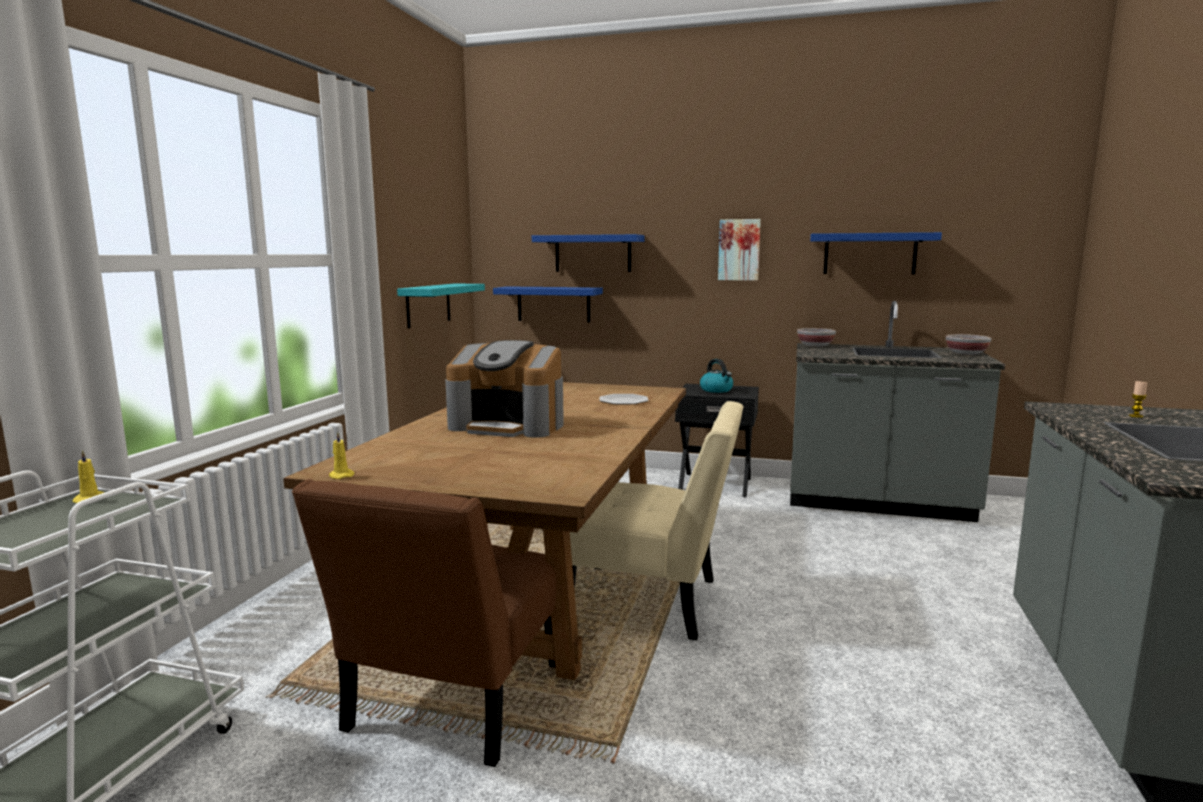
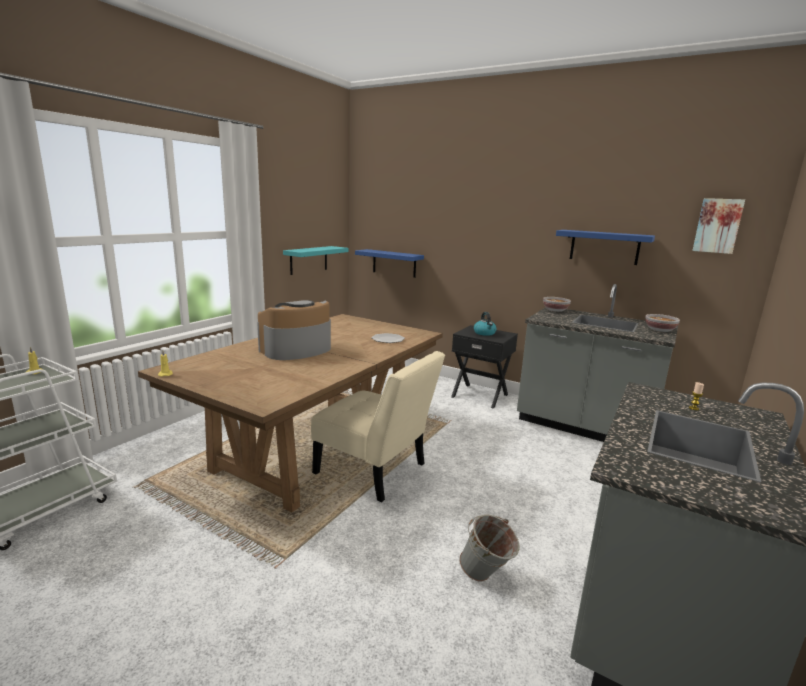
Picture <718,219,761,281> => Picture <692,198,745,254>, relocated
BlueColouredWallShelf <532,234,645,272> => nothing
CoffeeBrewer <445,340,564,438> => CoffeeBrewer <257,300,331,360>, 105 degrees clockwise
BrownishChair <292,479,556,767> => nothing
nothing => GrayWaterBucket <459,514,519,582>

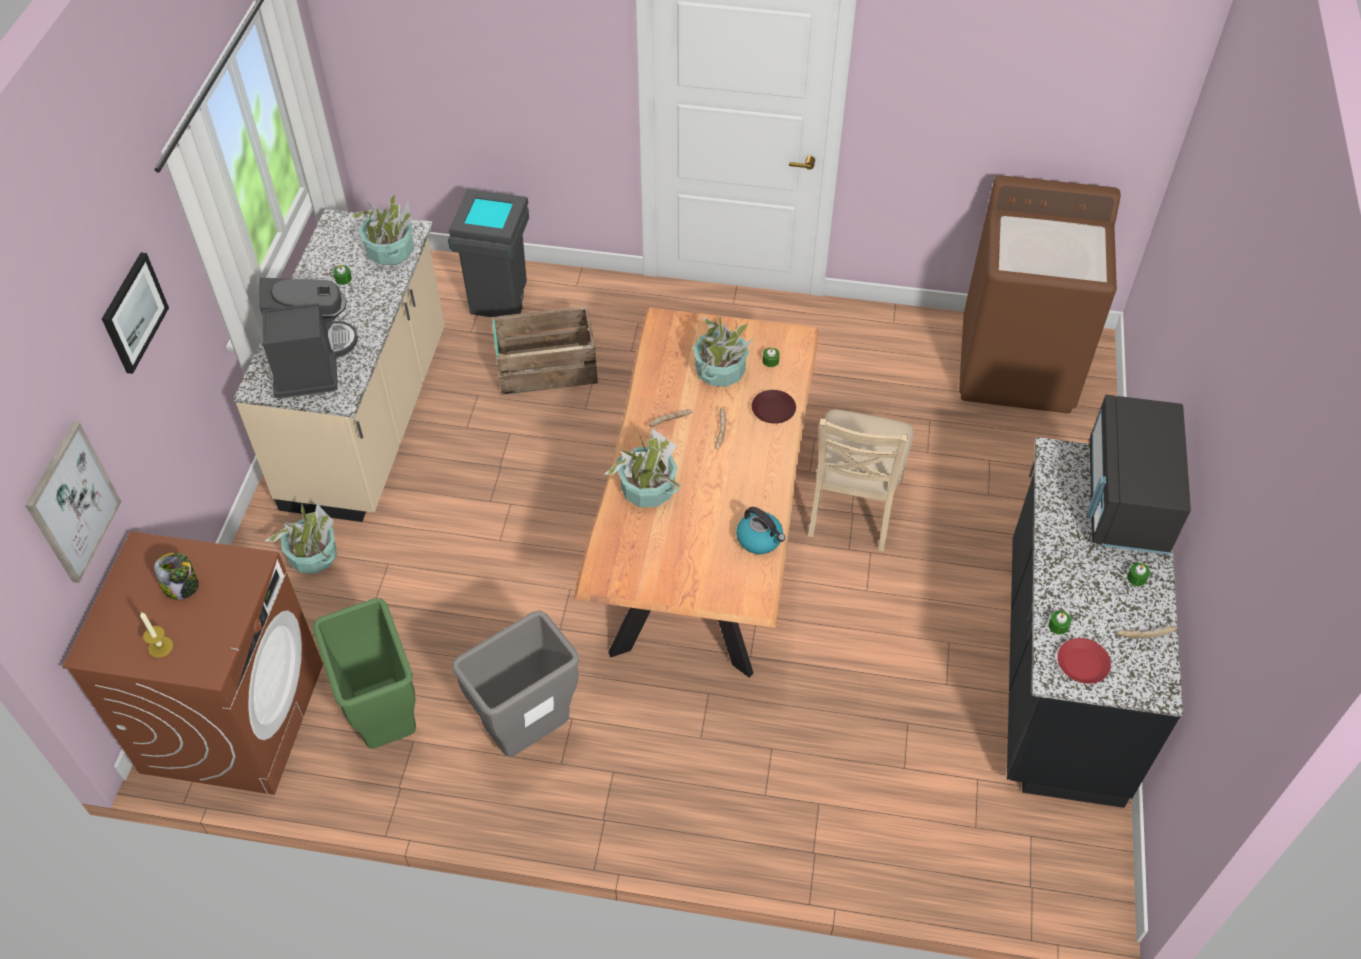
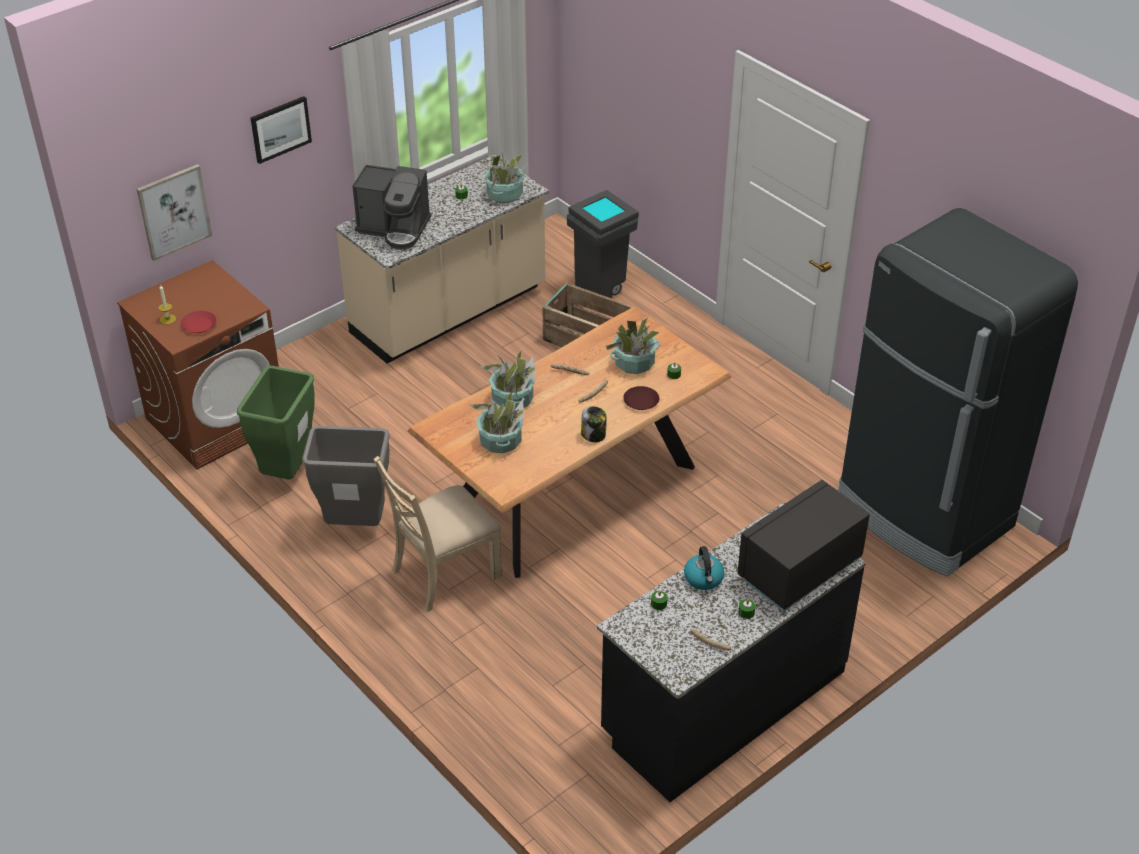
BrownishWashingMachine <959,175,1121,414> => BlackFridge <839,208,1078,576>
CoffeeBrewer <260,278,358,399> => CoffeeBrewer <352,165,431,250>, 75 degrees clockwise
BeigeChair <807,410,914,552> => BeigeChair <374,456,502,612>, relocated
Houseplant <265,504,337,574> => Houseplant <470,391,524,453>, relocated
TeaKettle <736,507,785,554> => TeaKettle <684,546,725,590>, relocated
PreserveJar <154,553,199,599> => PreserveJar <581,406,607,442>, relocated
ReddishFlatDish <1058,638,1111,684> => ReddishFlatDish <181,311,216,333>, relocated

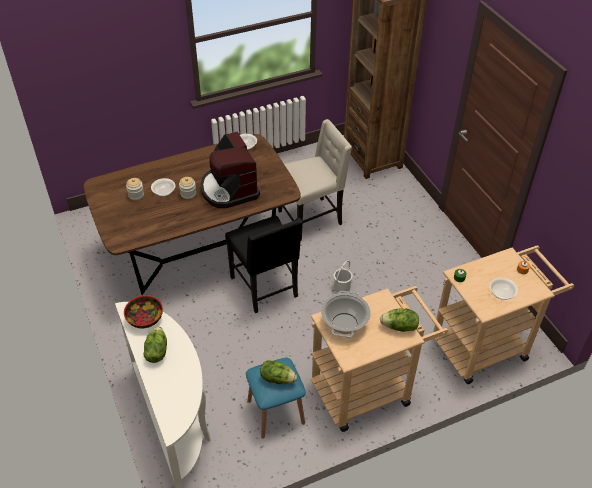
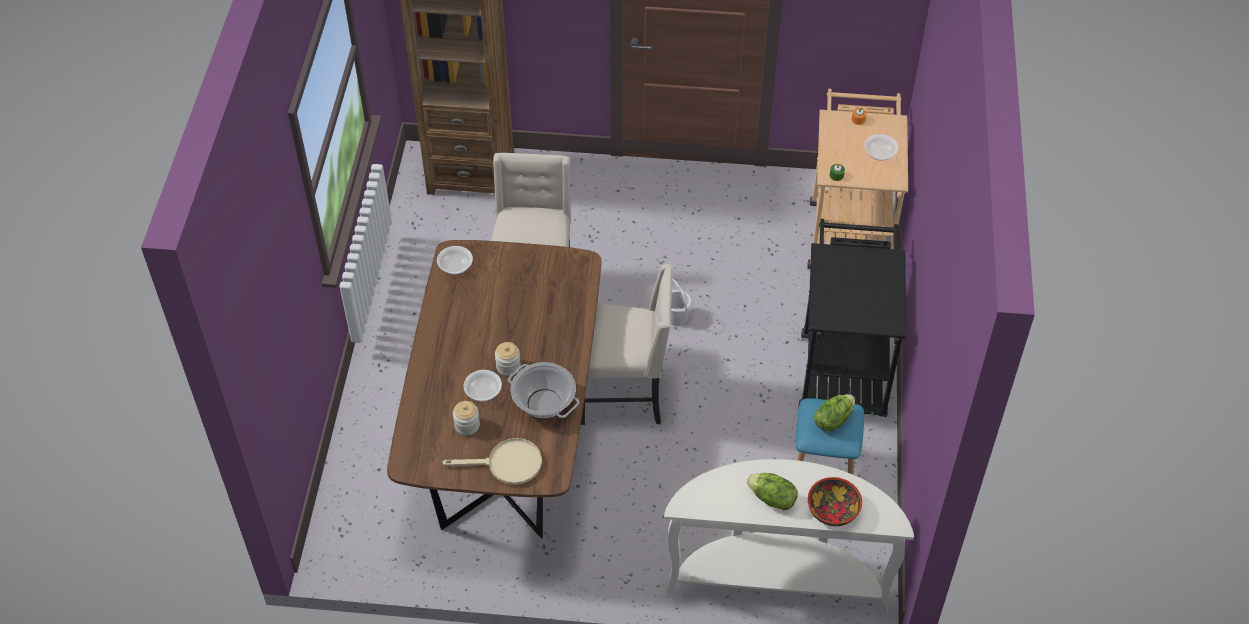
CoffeeBrewer <201,132,260,208> => nothing
BlackChair <225,216,302,313> => BeigeChair <581,264,673,425>
BeigeTrolley <310,286,448,432> => BlackTrolley <798,219,906,417>
CookingPot <321,291,371,338> => CookingPot <508,362,579,418>, relocated
ServingBowl <124,295,163,328> => ServingBowl <807,477,862,526>, relocated
Lettuce <380,309,419,332> => nothing
nothing => BeigeSkillet <442,438,542,485>

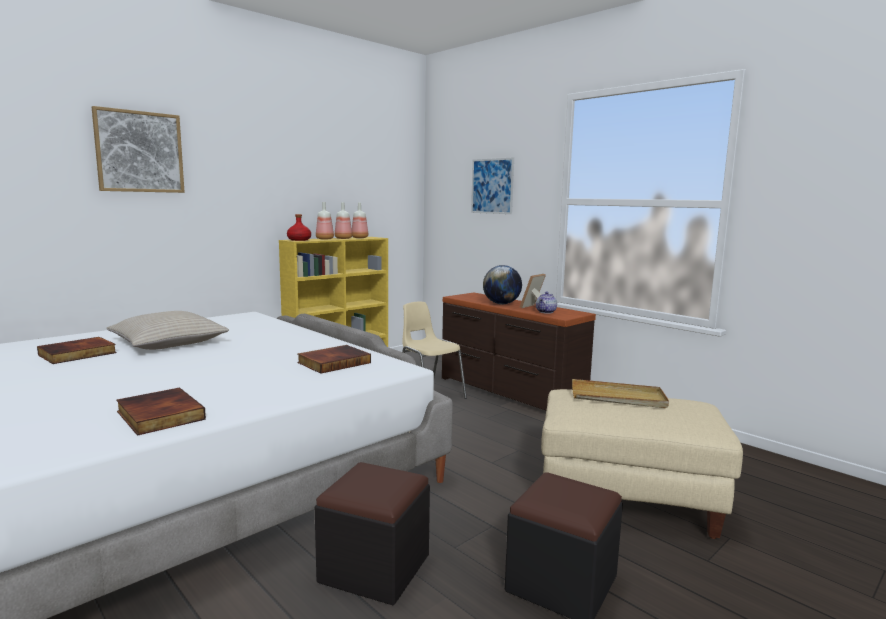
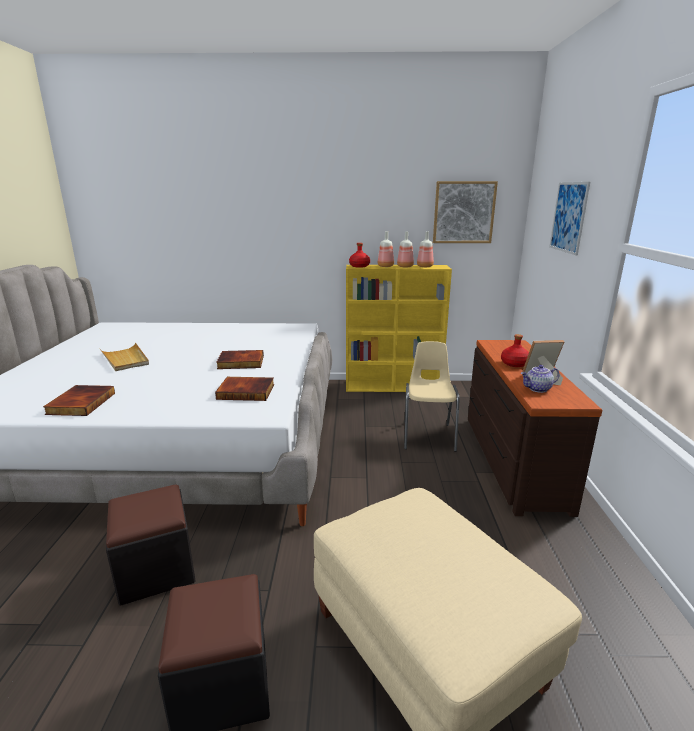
Picture <92,106,185,193> => Picture <433,181,498,243>, relocated
DeskGlobe <483,265,522,304> => ReddishBottle <501,334,529,367>
BeigeCushion <107,311,229,350> => nothing
Volume <37,337,117,364> => Volume <216,350,264,369>, relocated
BeigeTray <572,379,669,408> => BeigeTray <100,343,149,371>, relocated

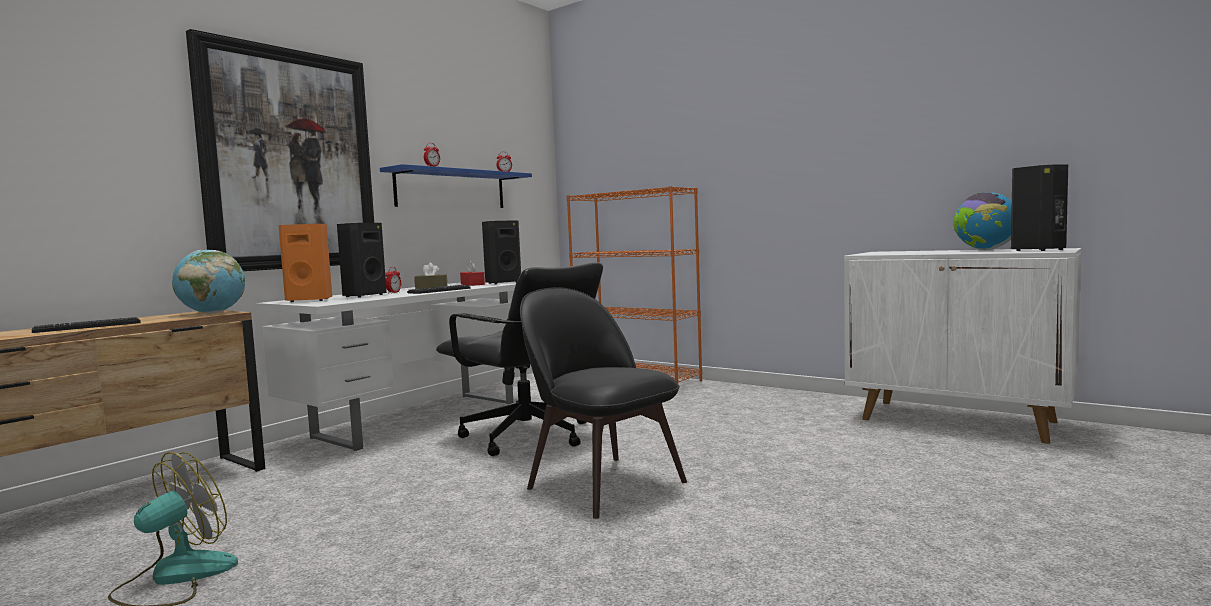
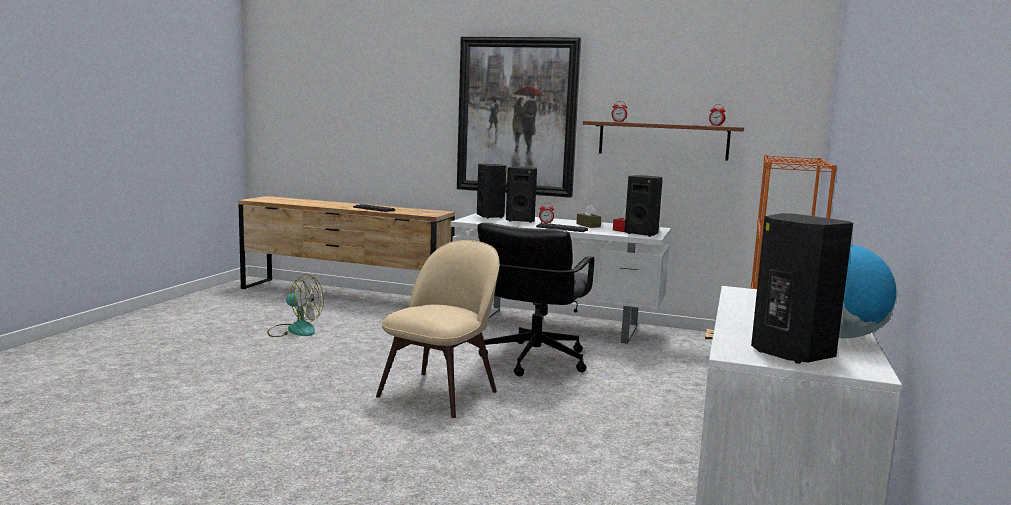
BlueColouredWallShelf <380,164,532,208> => BrownishWallShelf <583,121,744,160>
OrangeyAudioSpeaker <278,224,332,302> => BlackAudioSpeaker <477,164,506,219>
DeskGlobe <172,250,245,314> => nothing
BlackChair <520,287,687,519> => BeigeChair <376,240,499,418>

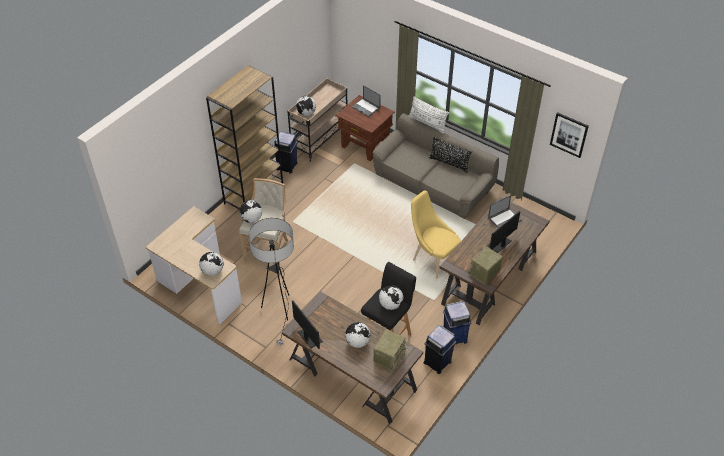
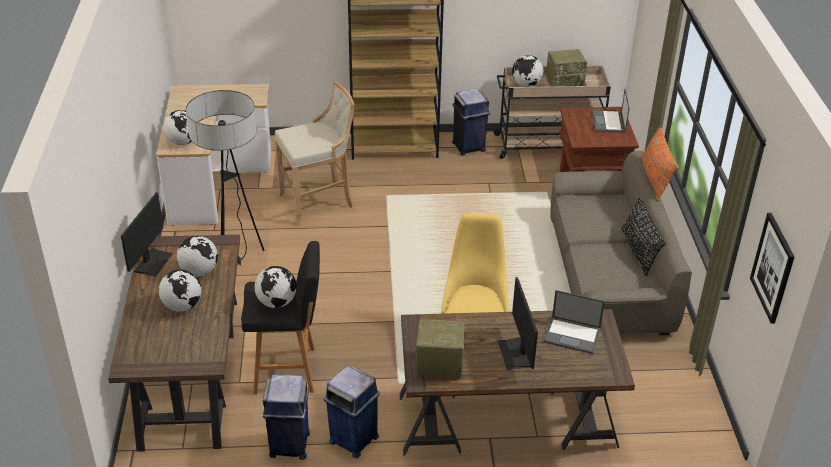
WhitishCushion <408,96,449,134> => OrangeyCushion <641,127,679,201>
DeskGlobe <240,200,262,223> => DeskGlobe <177,236,218,276>, relocated
ComputerDisplay <488,211,521,253> => ComputerDisplay <498,277,538,370>, 105 degrees counterclockwise
RadioReceiver <374,329,406,371> => RadioReceiver <546,49,587,87>, relocated

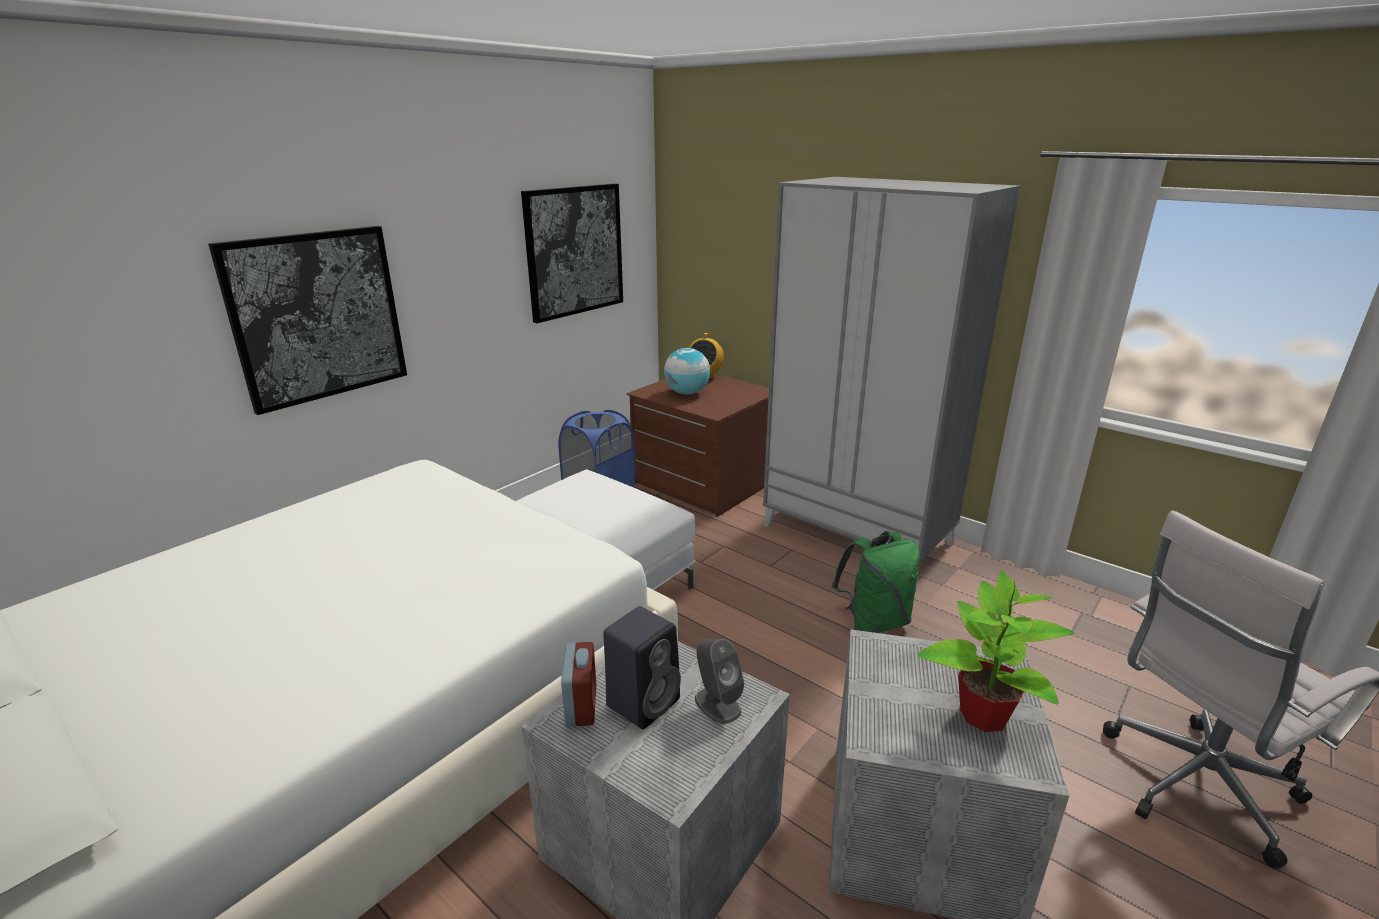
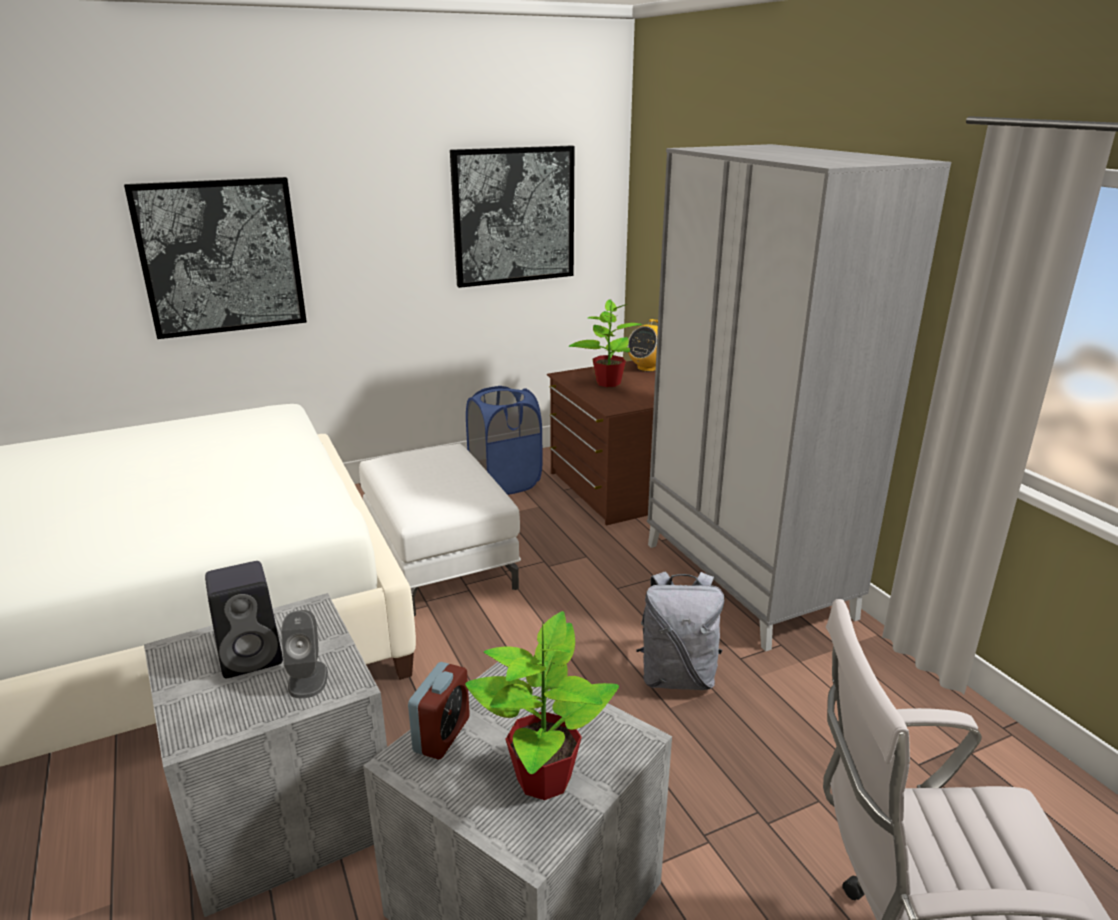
DeskGlobe <664,348,710,395> => Houseplant <569,299,642,387>
GreenColouredKnapsack <831,531,920,633> => GrayKnapsack <636,572,724,690>
AlarmClock <561,642,596,727> => AlarmClock <408,662,470,760>, relocated

